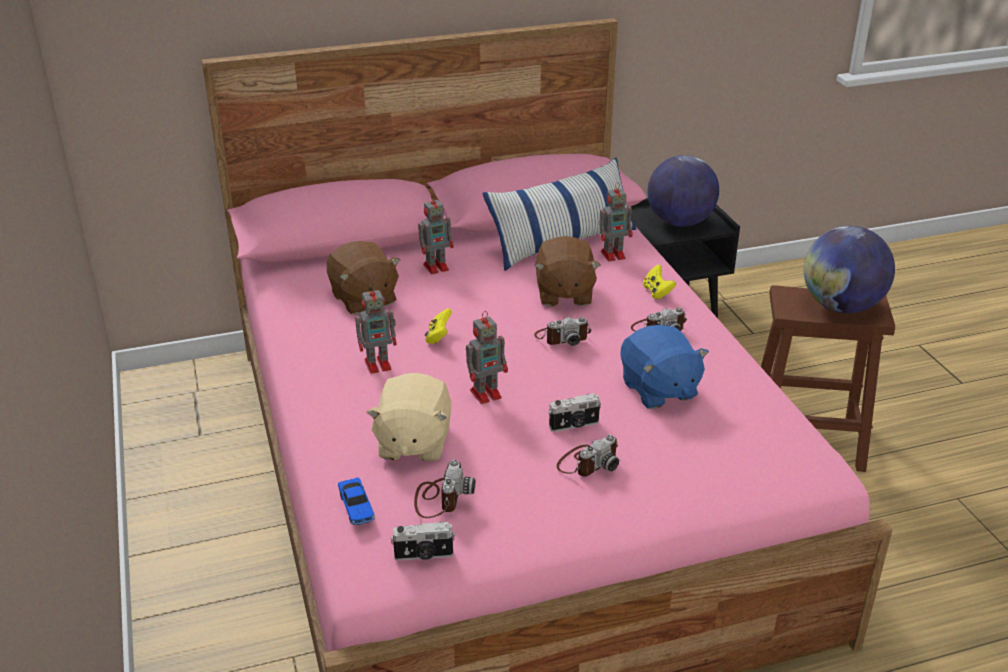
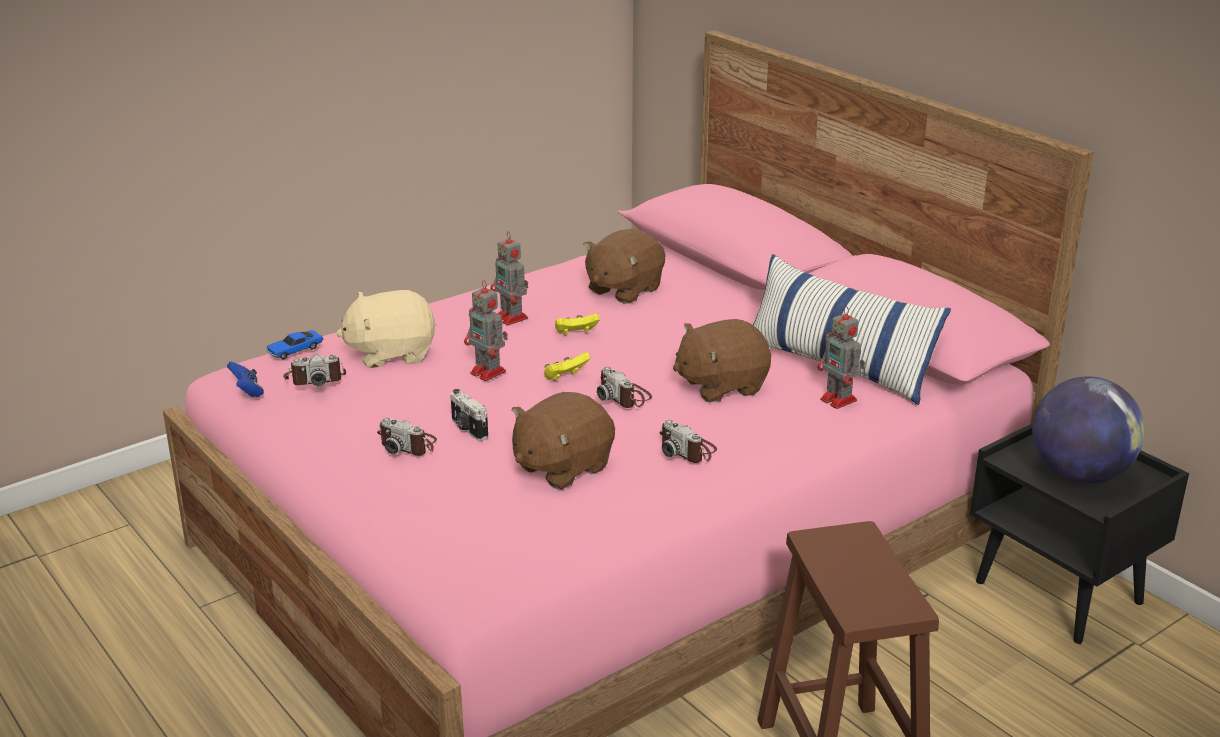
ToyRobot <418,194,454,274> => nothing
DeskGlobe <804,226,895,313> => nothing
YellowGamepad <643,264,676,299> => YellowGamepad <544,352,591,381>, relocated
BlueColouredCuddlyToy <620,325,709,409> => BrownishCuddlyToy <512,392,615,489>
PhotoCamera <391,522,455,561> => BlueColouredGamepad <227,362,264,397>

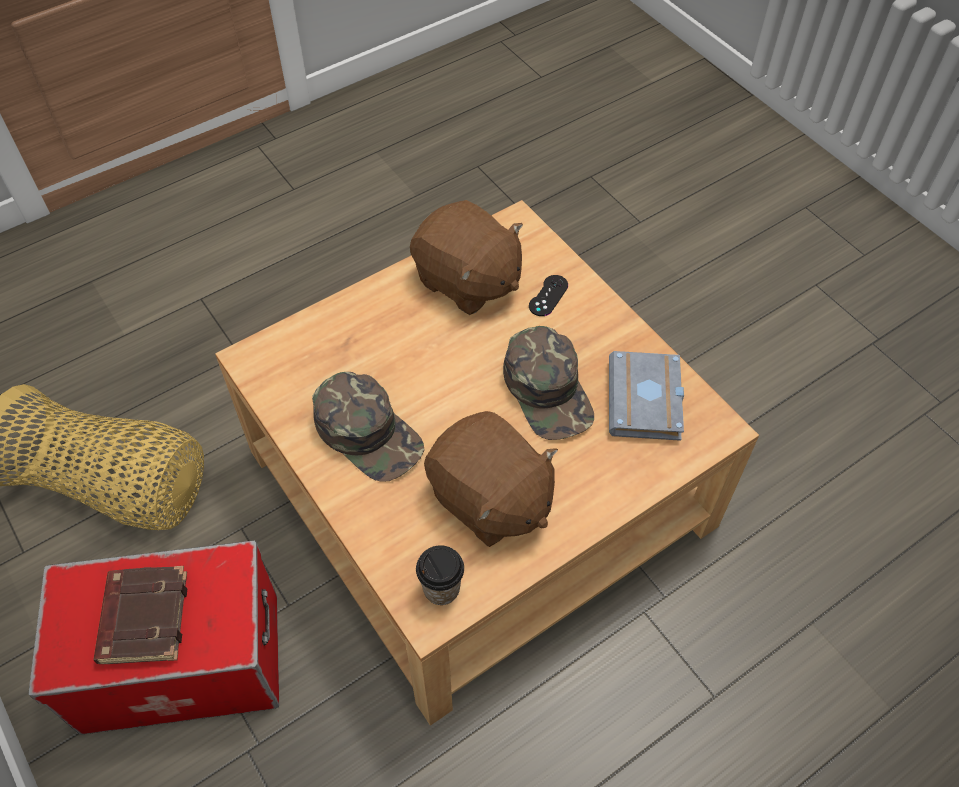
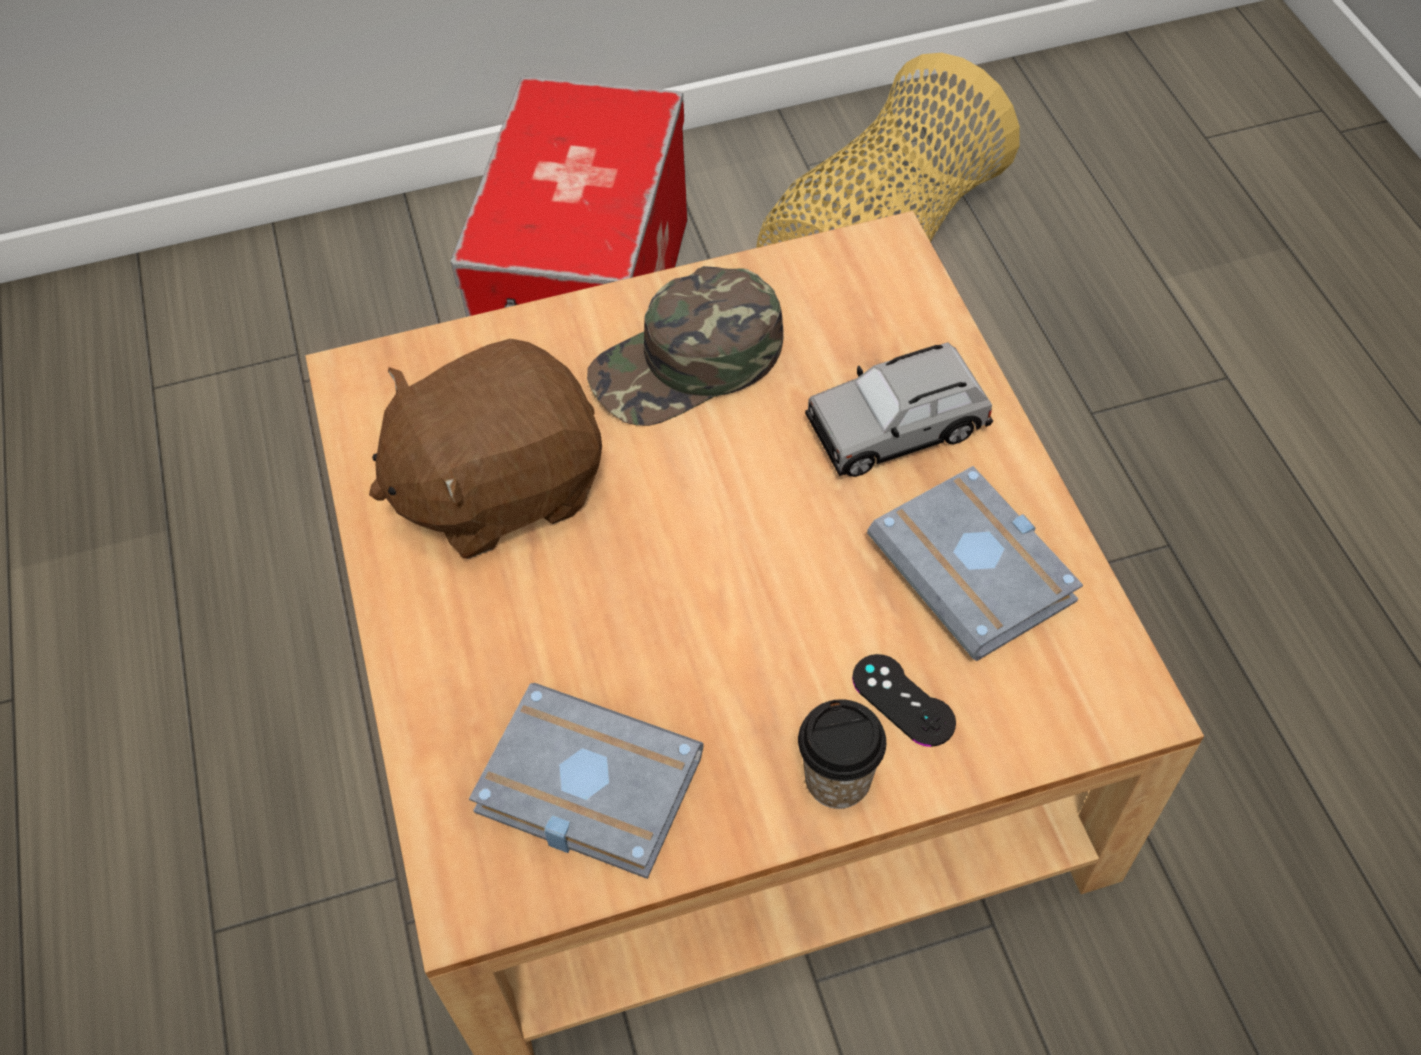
BrownishCuddlyToy <410,200,523,315> => GrayVolume <867,466,1083,661>
GreenColouredCap <503,326,594,440> => nothing
SmallCup <416,545,464,605> => SmallCup <798,699,886,809>, relocated
BrownishVolume <93,566,187,664> => nothing
nothing => GrayToyCar <805,342,993,477>

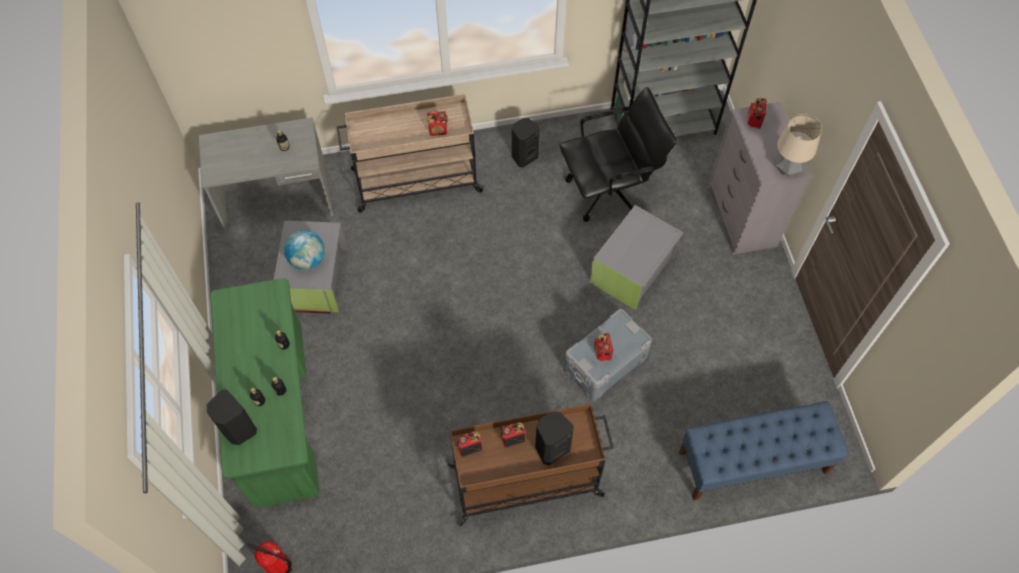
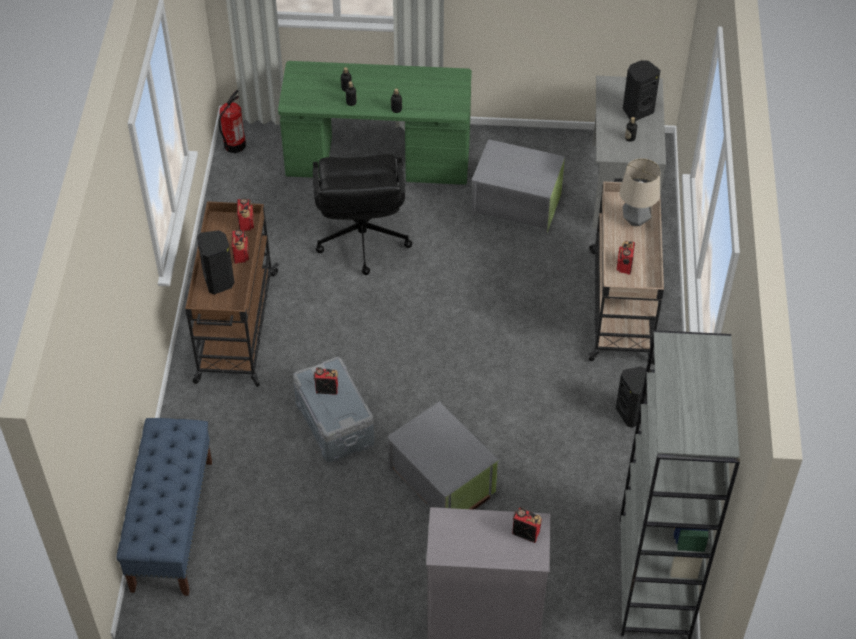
BlackOfficeChair <559,87,677,222> => BlackOfficeChair <313,154,412,275>, relocated
TableLamp <776,114,822,176> => TableLamp <620,158,660,226>, relocated
DeskGlobe <284,230,325,270> => nothing
BlackAudioSpeaker <207,390,257,445> => BlackAudioSpeaker <623,60,661,121>, relocated

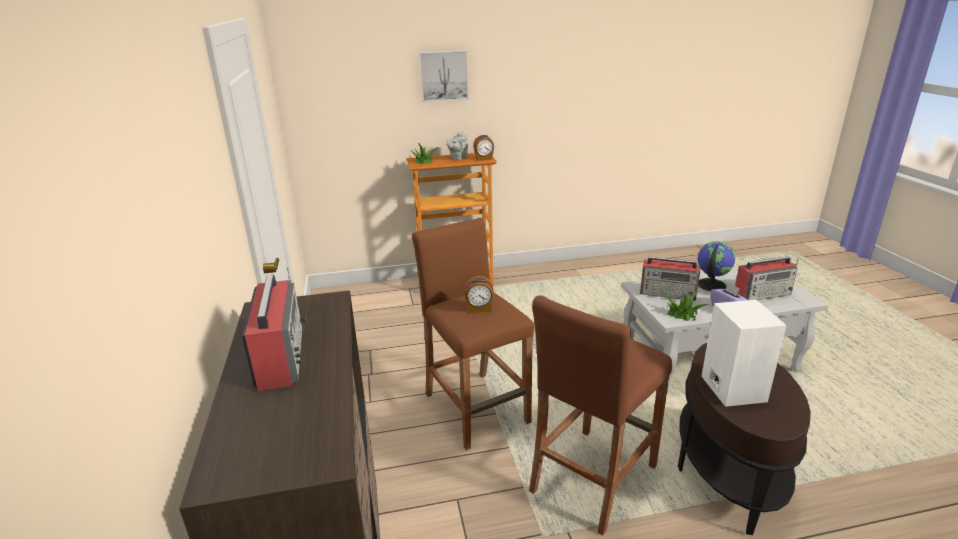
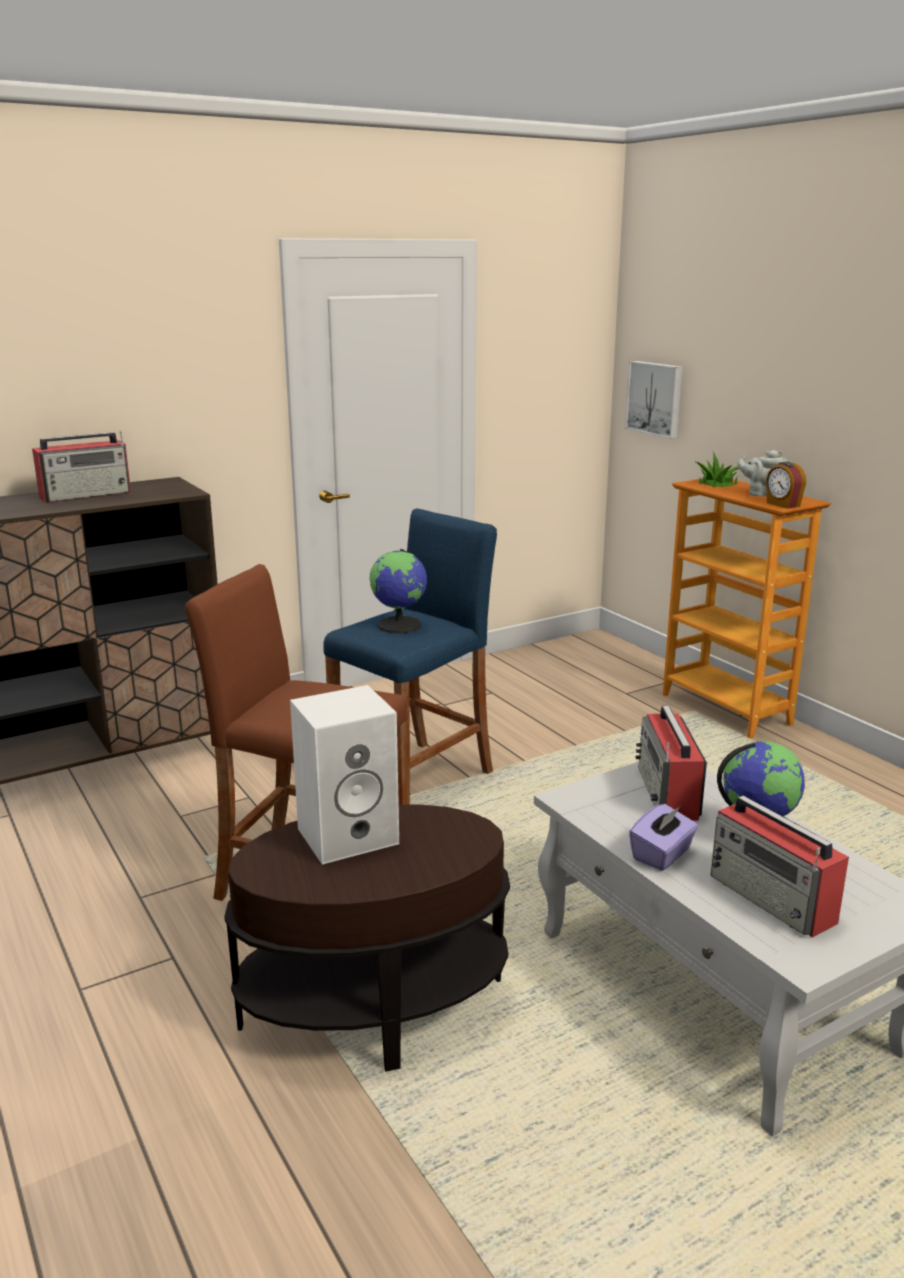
Picture <419,50,468,102> => Picture <625,361,683,439>, relocated
BrownishStoolSeat <412,218,534,450> => BlueColouredStoolSeat <323,508,497,805>
AlarmClock <465,276,494,312> => DeskGlobe <370,549,427,633>
Houseplant <663,291,711,321> => nothing

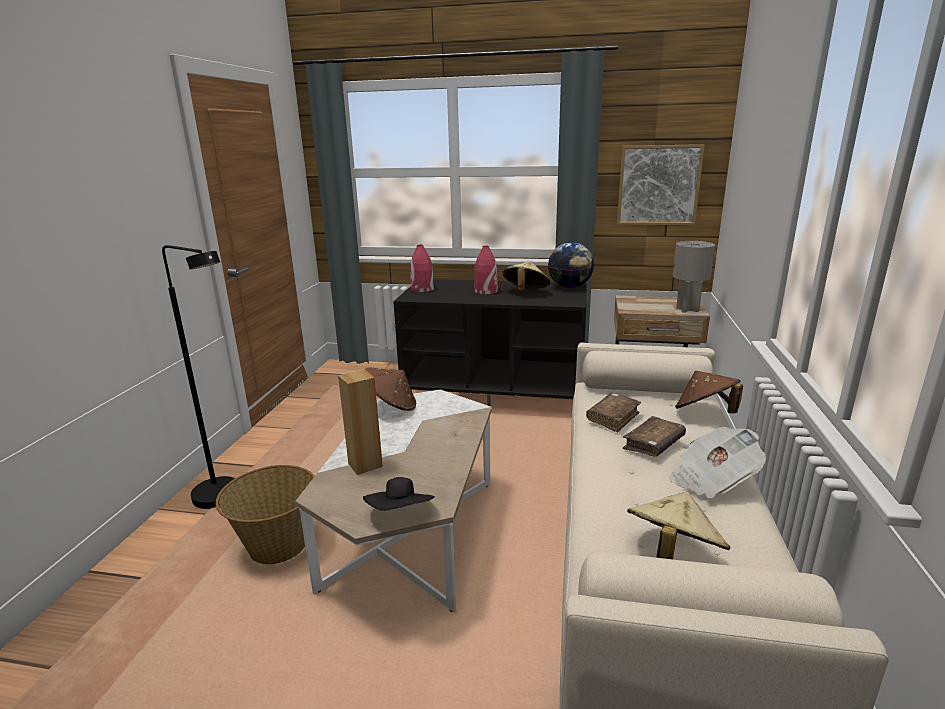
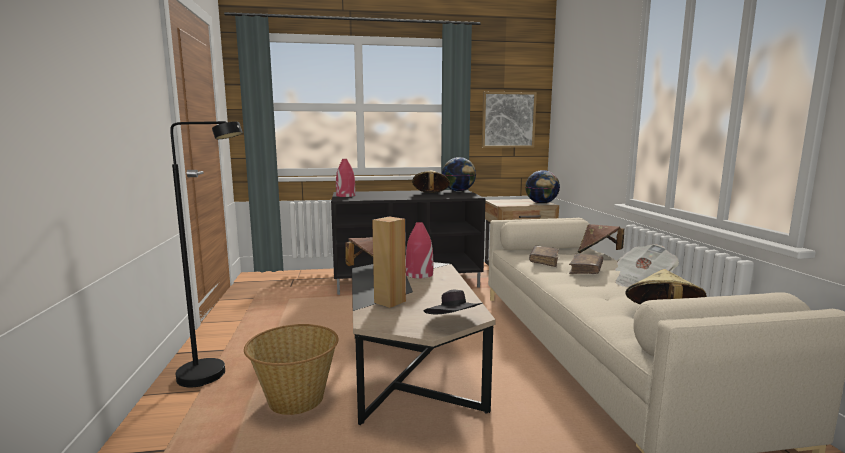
GrayTableLamp <673,241,715,313> => DeskGlobe <525,170,560,204>
ReddishVase <474,246,498,294> => ReddishVase <406,222,433,278>, relocated
WhitishCoffeeTable <295,390,492,612> => BlackCoffeeTable <352,262,496,425>

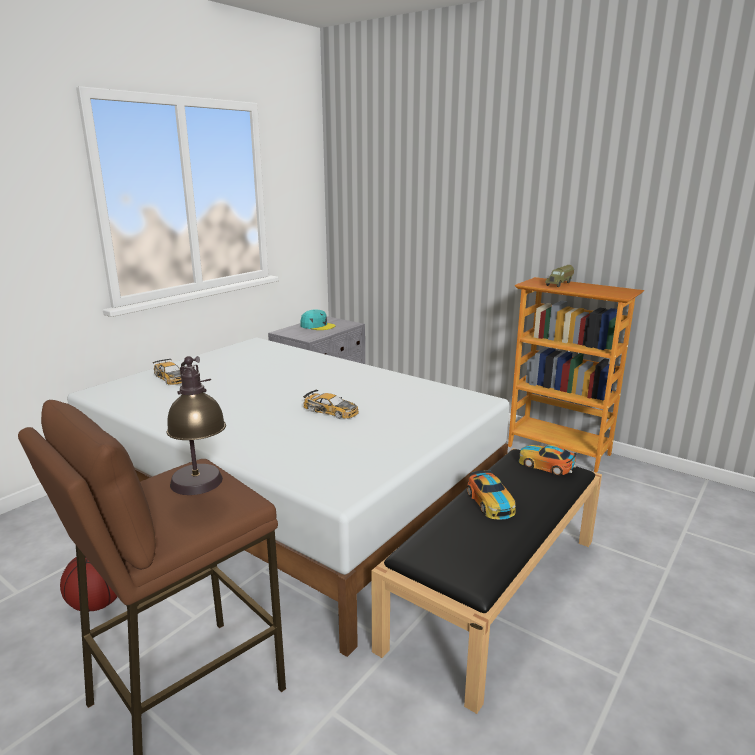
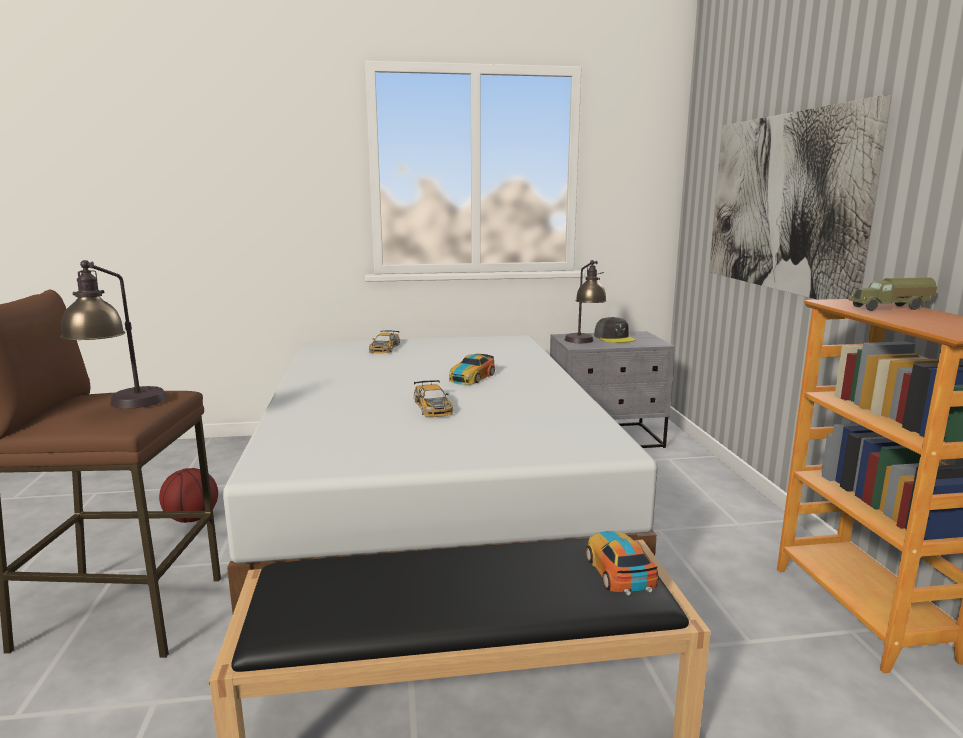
BlueGreenCap <300,310,336,330> => GrayCap <594,317,635,343>
ToyCar <467,470,516,520> => ToyCar <449,354,495,385>, relocated
nothing => Picture <709,95,891,300>
nothing => TableLamp <565,260,607,343>

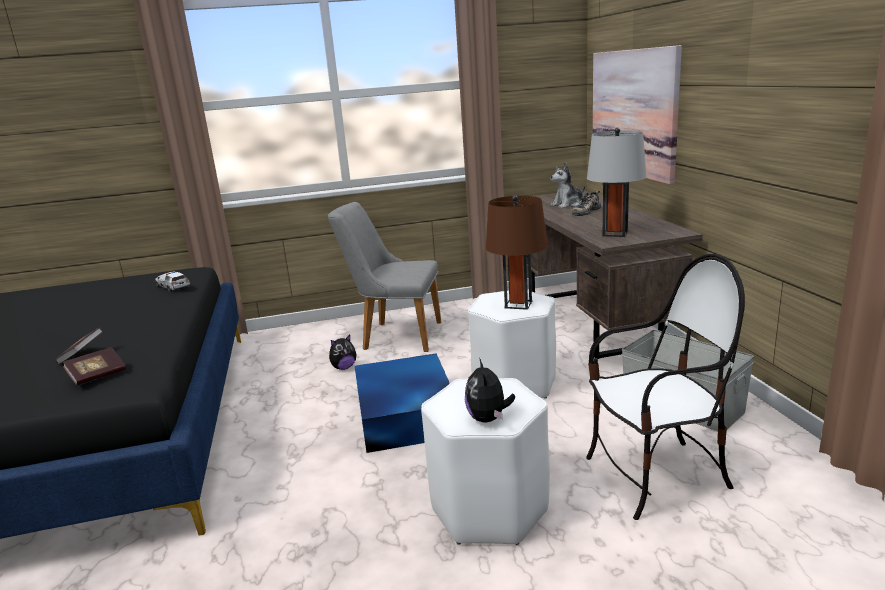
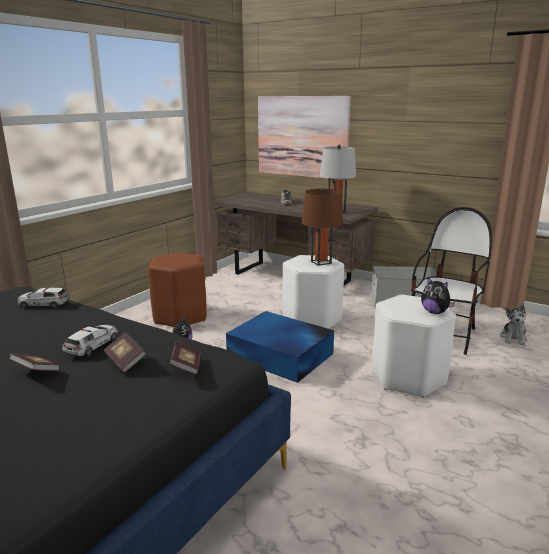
CuddlyToy <550,163,586,208> => CuddlyToy <500,304,527,346>, relocated
GrayChair <328,202,441,352> => BrownishStoolSeat <148,252,206,327>
nothing => ToyCar <62,325,118,357>
nothing => Volume <9,353,60,371>

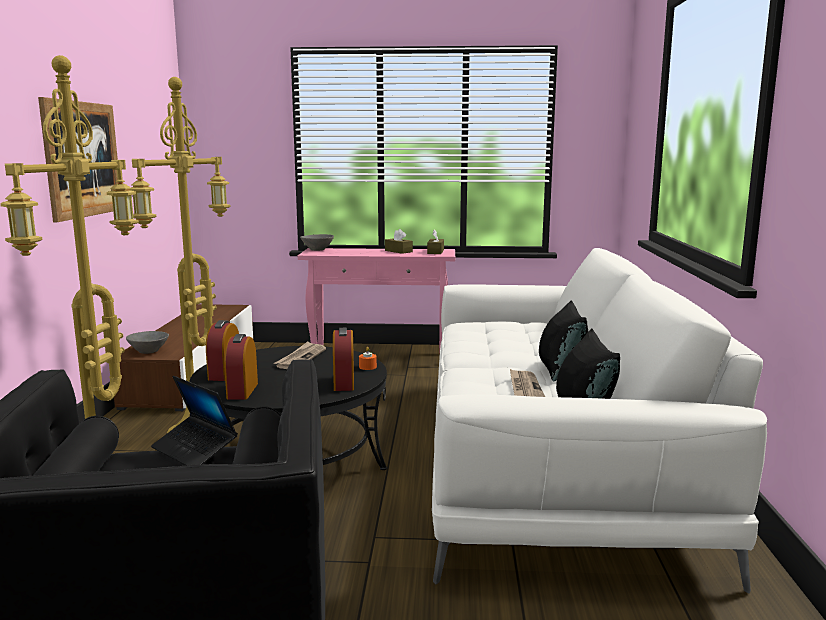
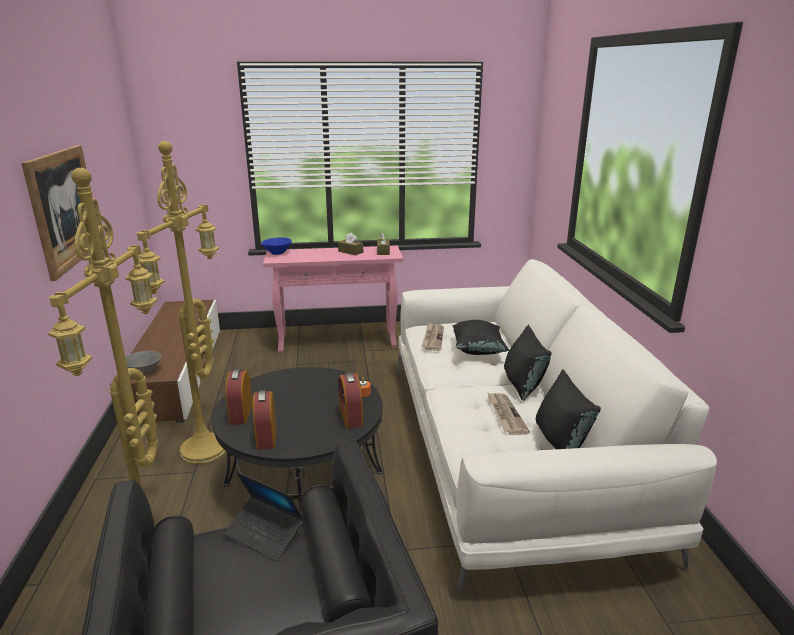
GrayServingBowl <300,234,334,251> => BlueColouredServingBowl <261,237,292,255>
Newspaper <274,342,326,369> => Newspaper <422,323,444,351>, relocated
nothing => BlackCushion <453,320,509,355>

